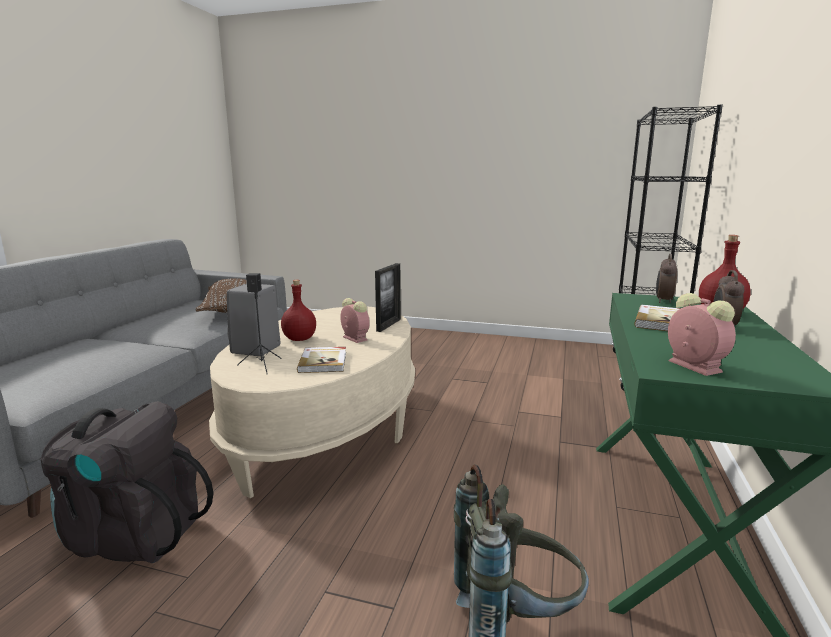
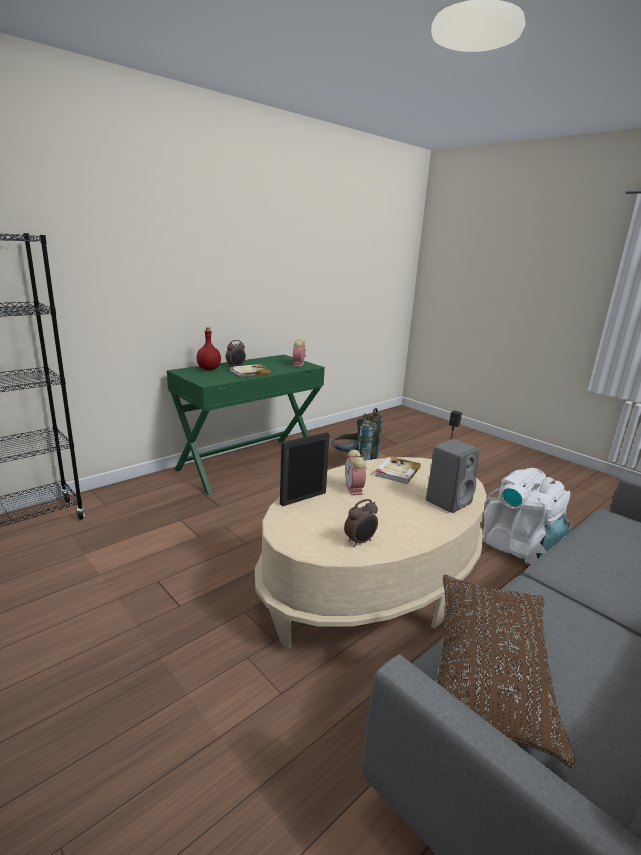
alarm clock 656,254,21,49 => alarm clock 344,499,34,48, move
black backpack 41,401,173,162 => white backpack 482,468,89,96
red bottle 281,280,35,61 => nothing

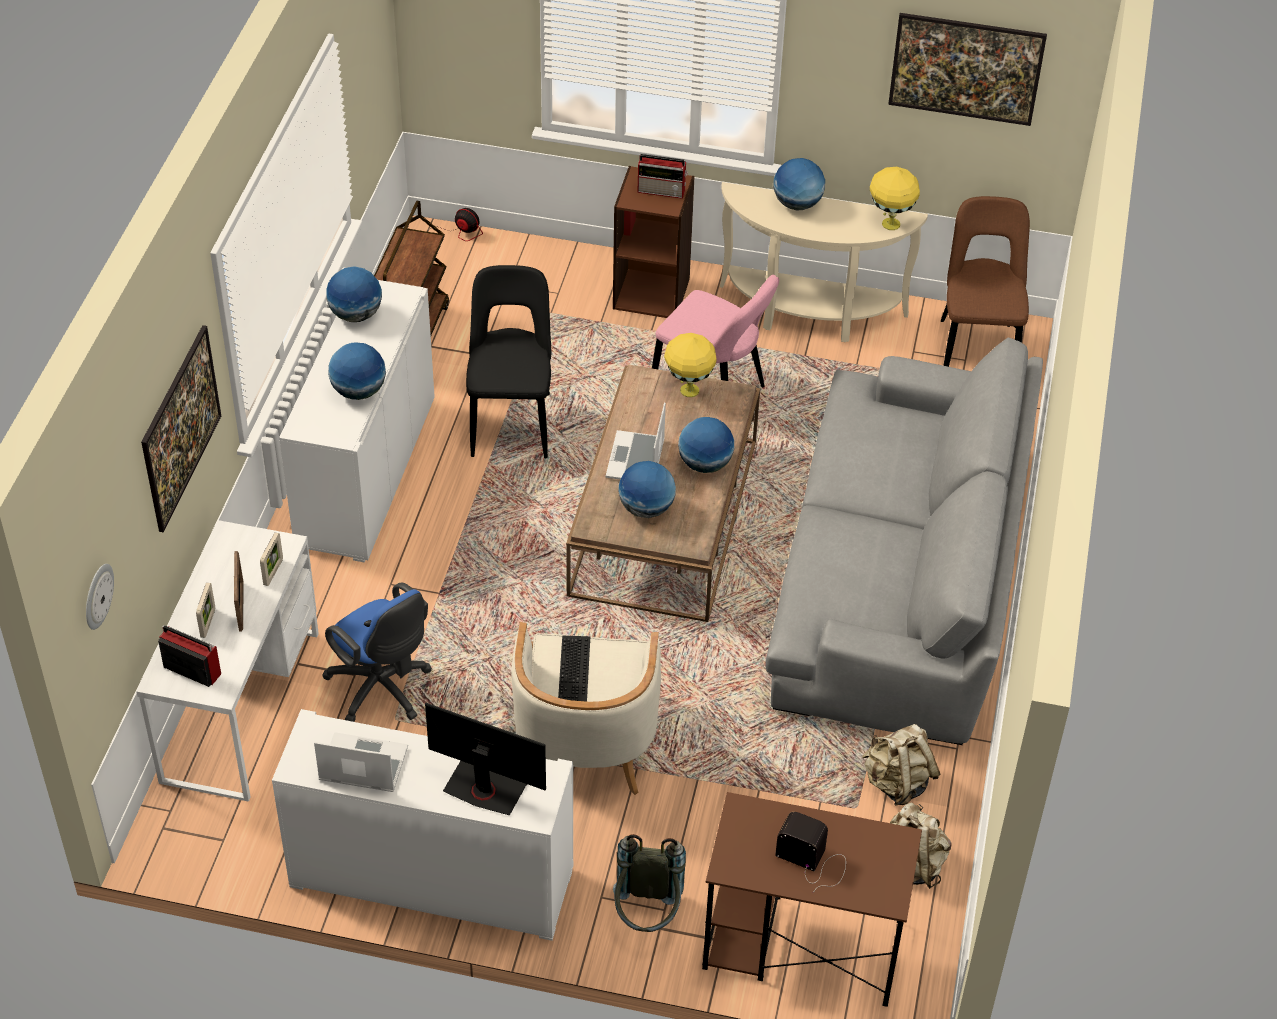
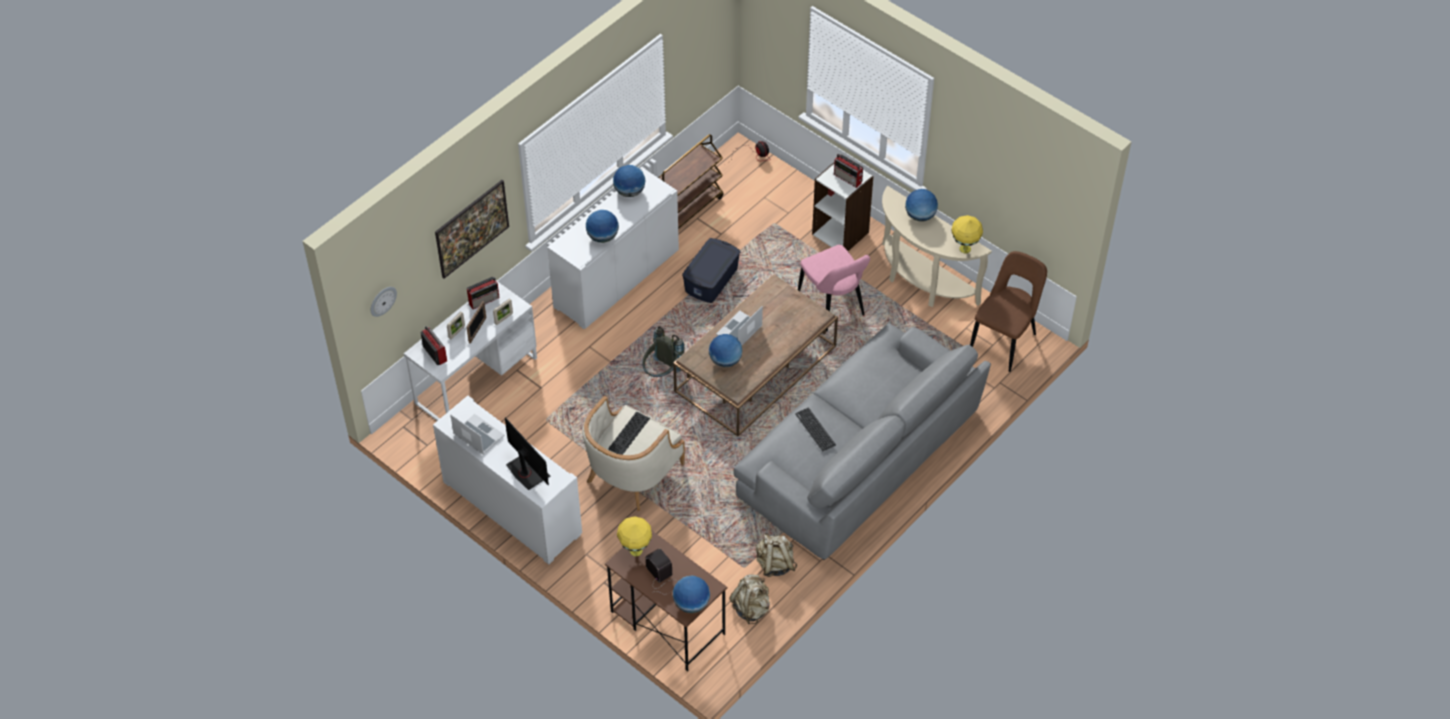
nothing => radio 467,277,33,32
yellow table lamp 664,333,52,64 => yellow table lamp 617,516,35,41, move
grey backpack 613,834,73,98 => grey backpack 642,326,42,51, move
globe 678,417,56,56 => globe 673,576,37,37, move
black chair 466,265,85,194 => blue storage box 682,238,58,65
nothing => keyboard 795,407,41,44
brown bookcase 613,166,82,152 => white bookcase 812,162,62,89
blue office chair 322,583,110,139 => nothing
picture 888,13,159,113 => nothing

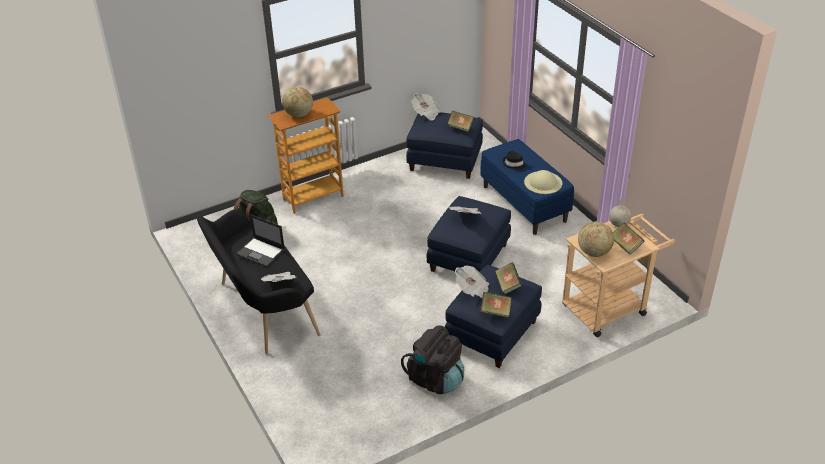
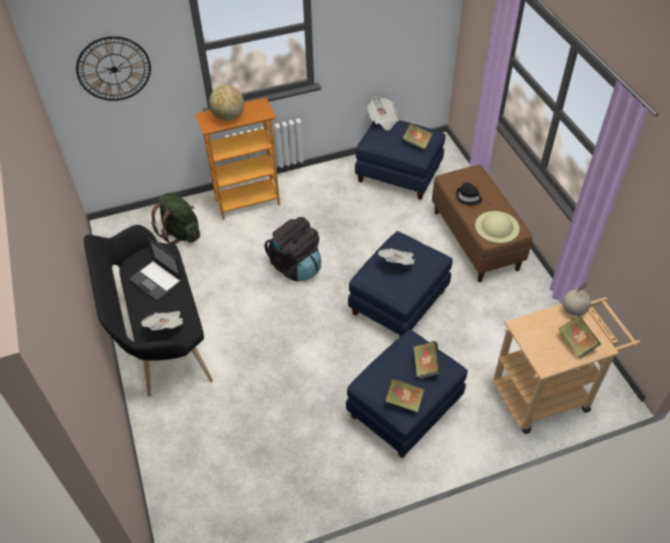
nothing => wall clock 76,36,75,65
black backpack 401,325,63,69 => black backpack 265,217,56,64, move
blue bench 480,139,94,96 => brown bench 432,165,100,117
newspaper 455,266,34,32 => nothing
globe 578,221,36,36 => nothing

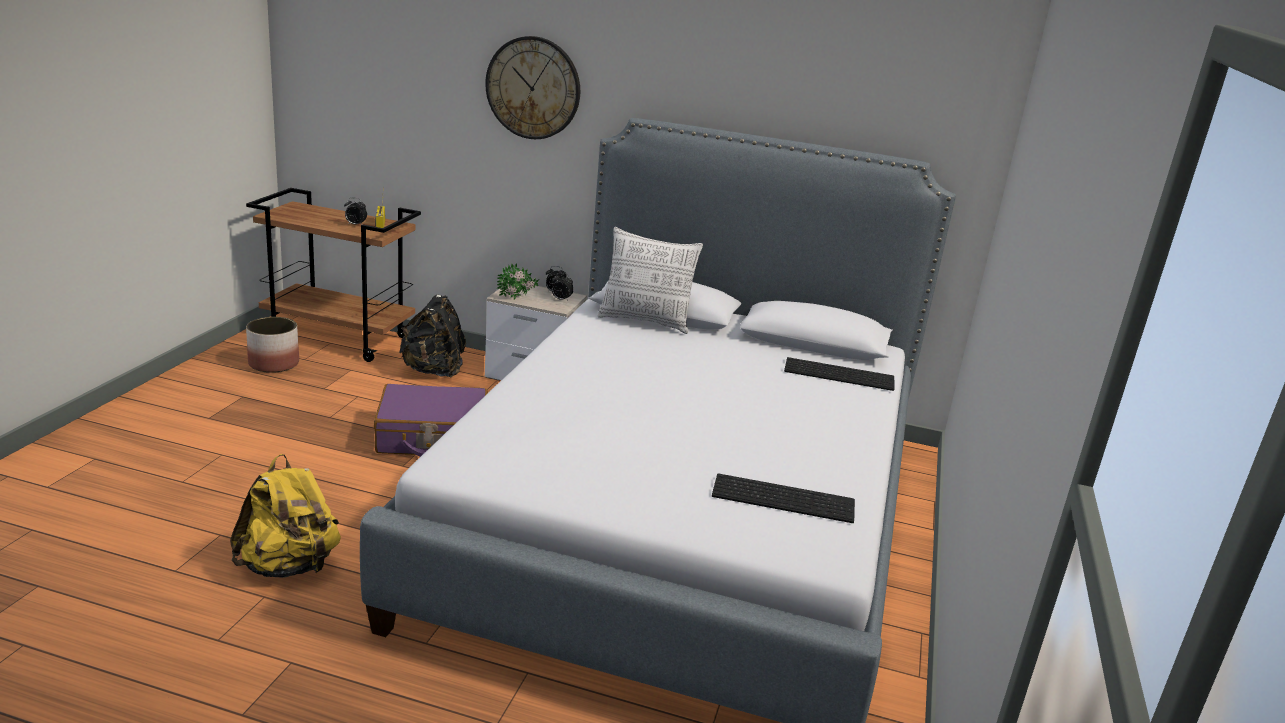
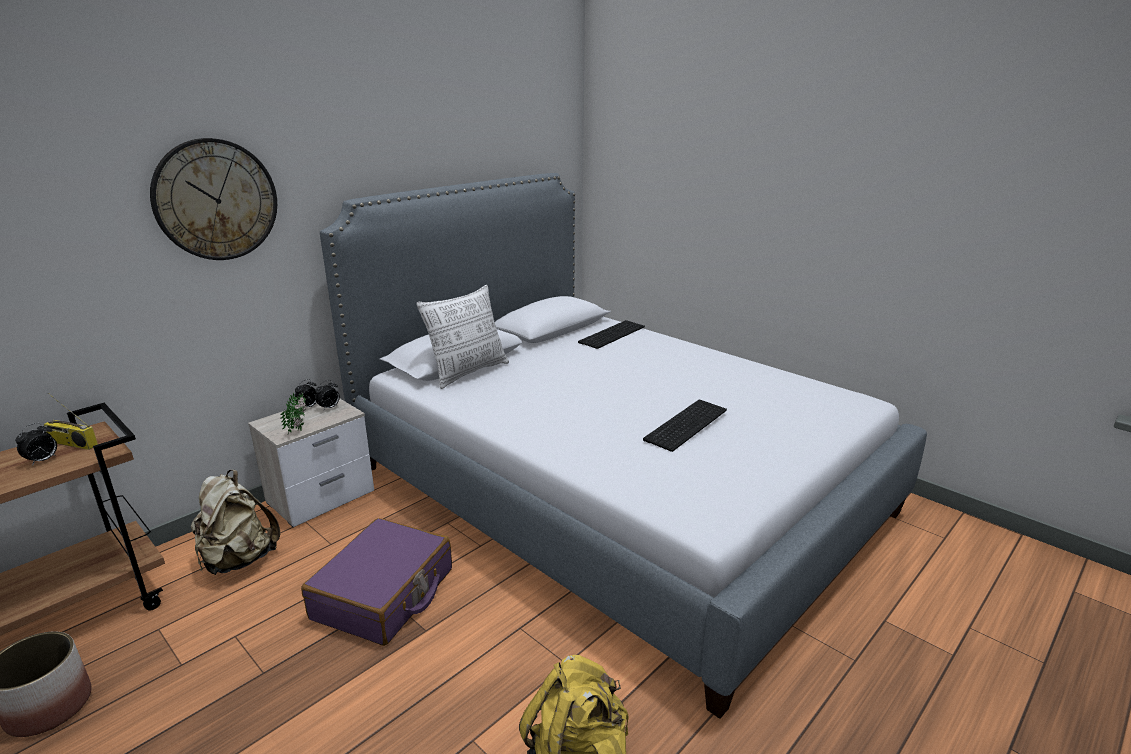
black backpack 399,295,67,83 => beige backpack 191,470,89,105
keyboard 712,474,143,49 => keyboard 643,400,84,52, move

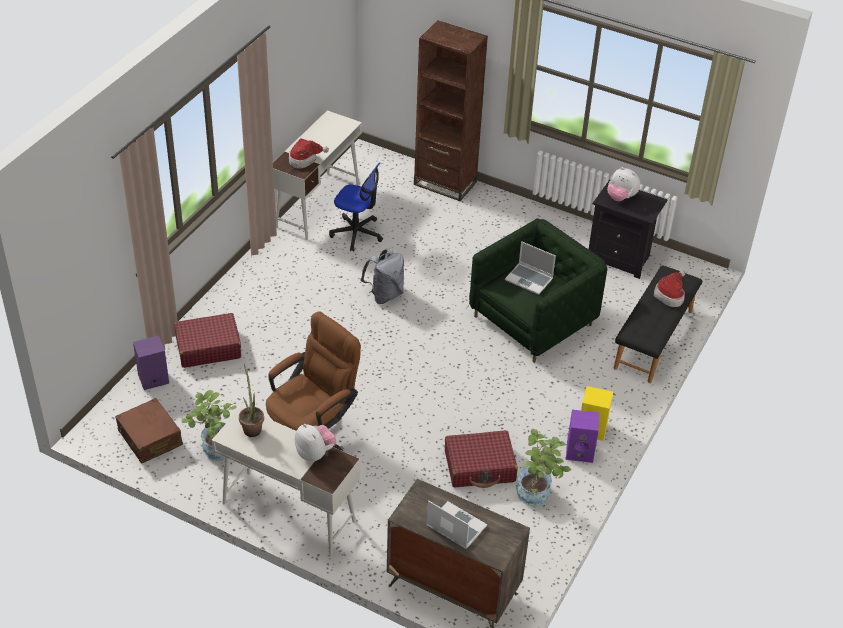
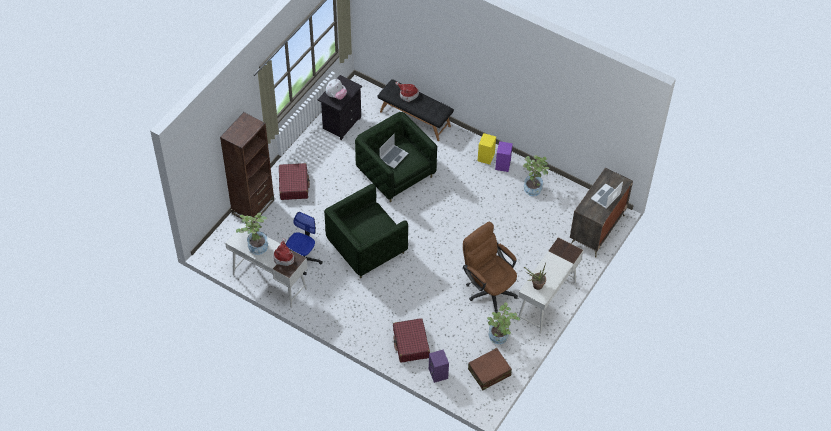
nothing => potted plant 236,212,32,43
red suitcase 445,430,73,58 => red suitcase 279,163,31,37, move
grey backpack 361,249,43,55 => green armchair 324,184,84,94
plush toy 295,424,41,37 => nothing

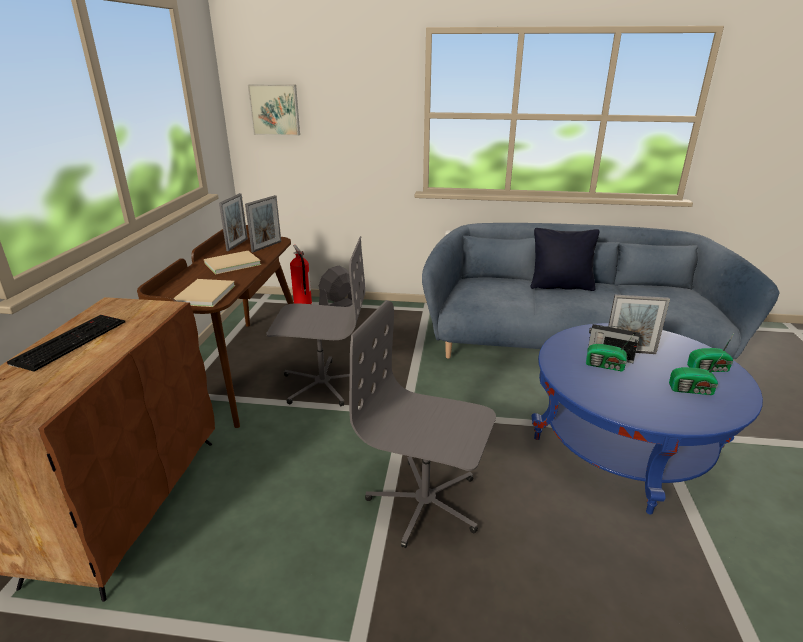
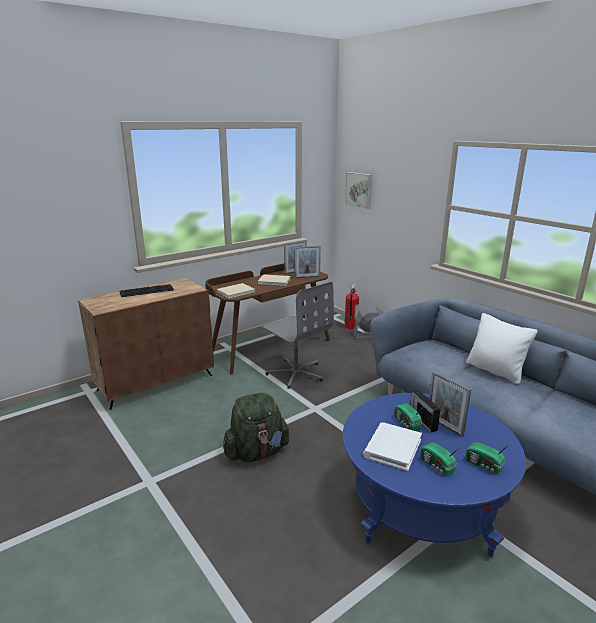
grey office chair 349,300,147,248 => green backpack 223,393,67,69
nothing => white book 363,422,59,49
black pillow 531,228,69,63 => white pillow 466,313,72,71

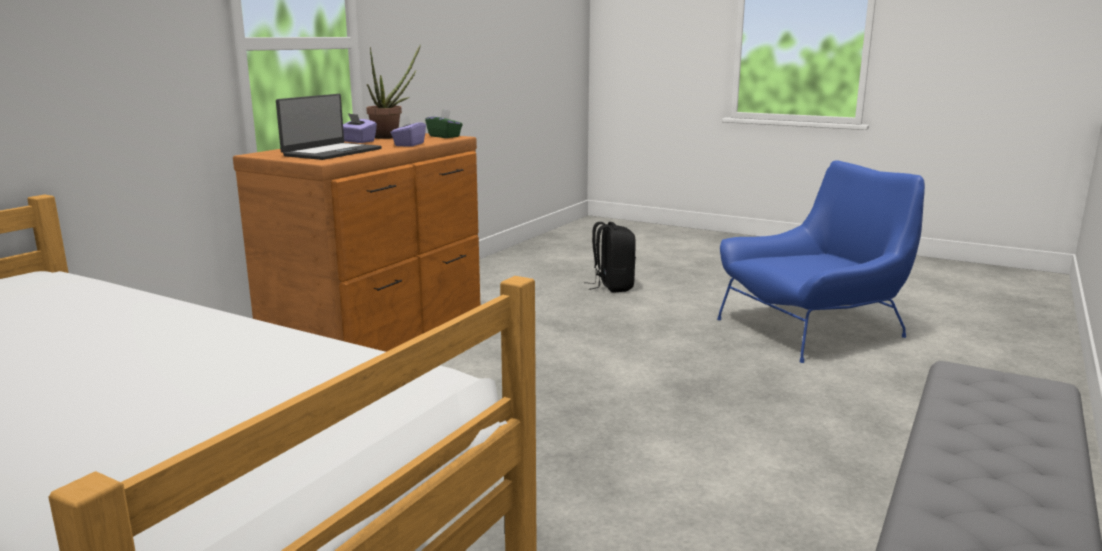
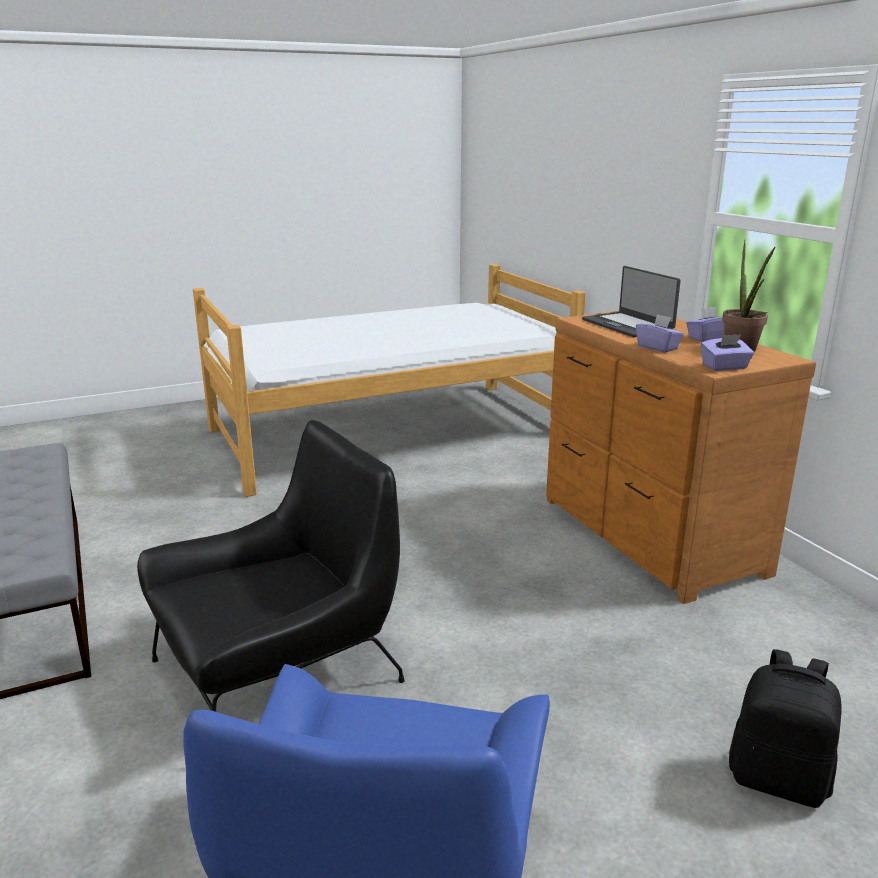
nothing => black armchair 137,420,267,292
green tissue box 425,109,38,29 => purple tissue box 701,334,53,37

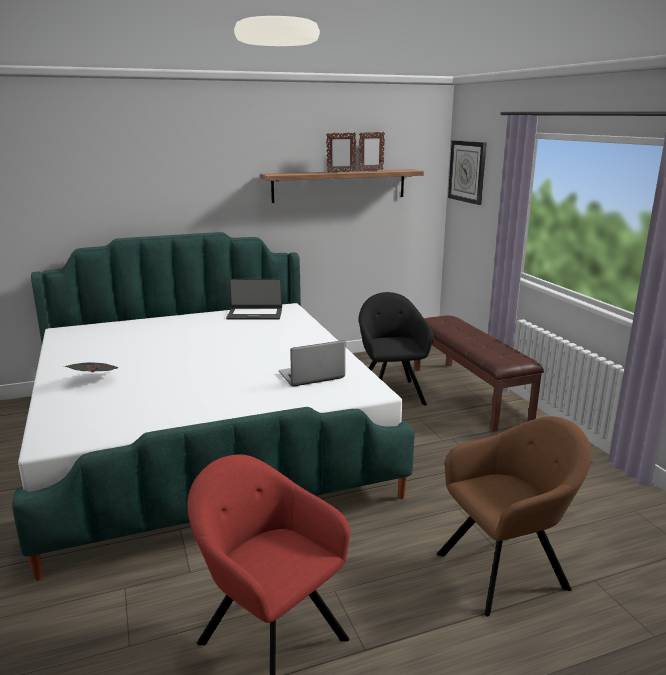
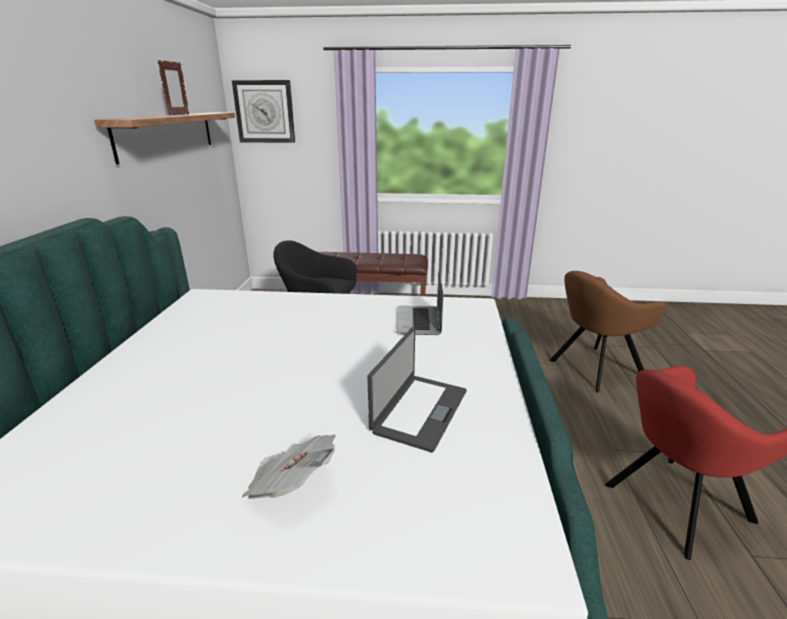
laptop 226,279,56,41 => laptop 367,327,100,126, move
brown armchair 437,416,154,200 => brown armchair 549,271,117,122, 120 degrees counterclockwise
picture frame 359,131,26,40 => nothing

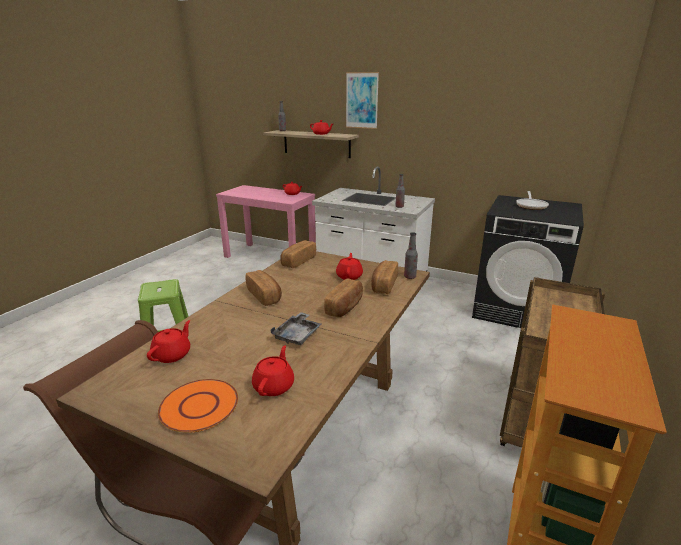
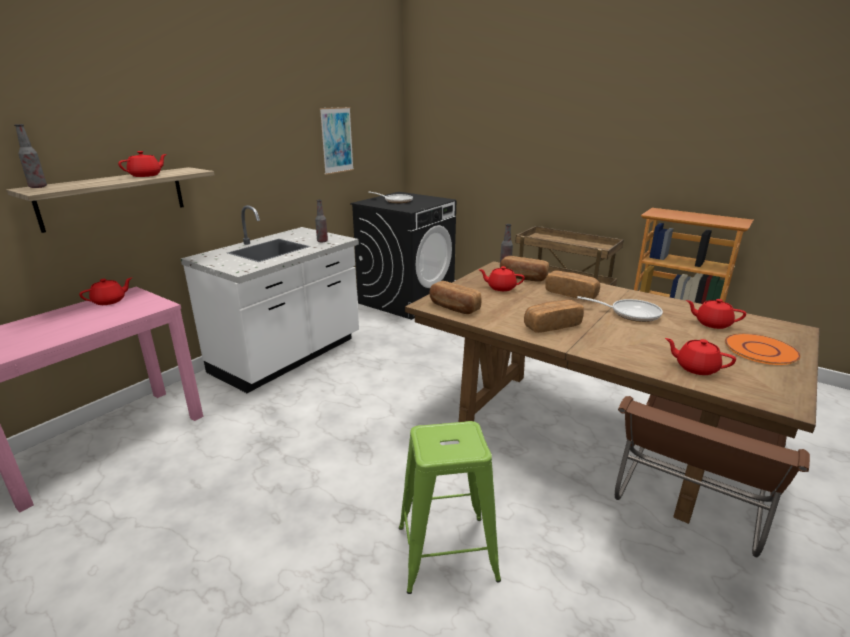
picture 346,72,33,57 => picture 320,107,34,68, move
grey tray 271,312,50,33 => frying pan 577,296,86,26

